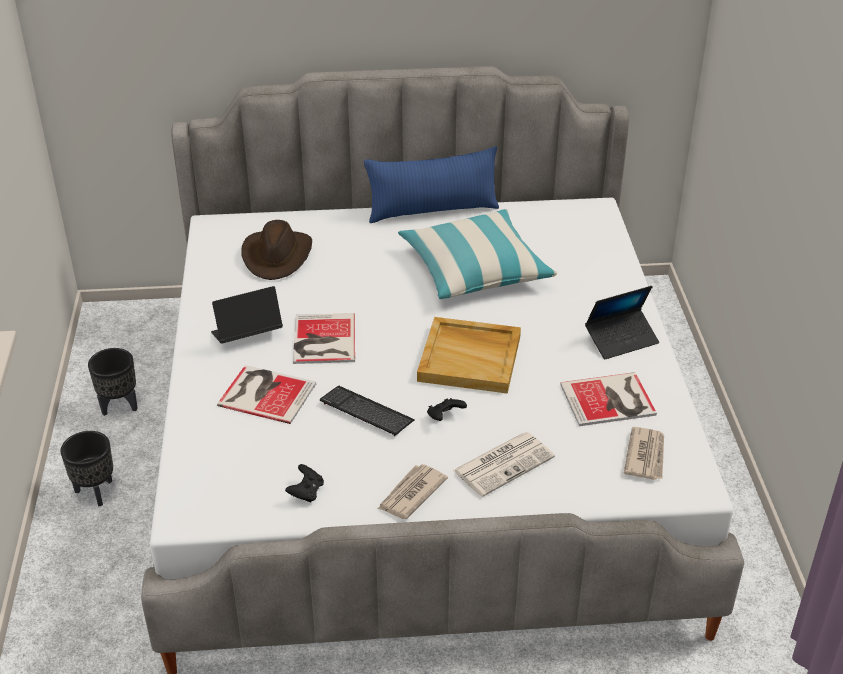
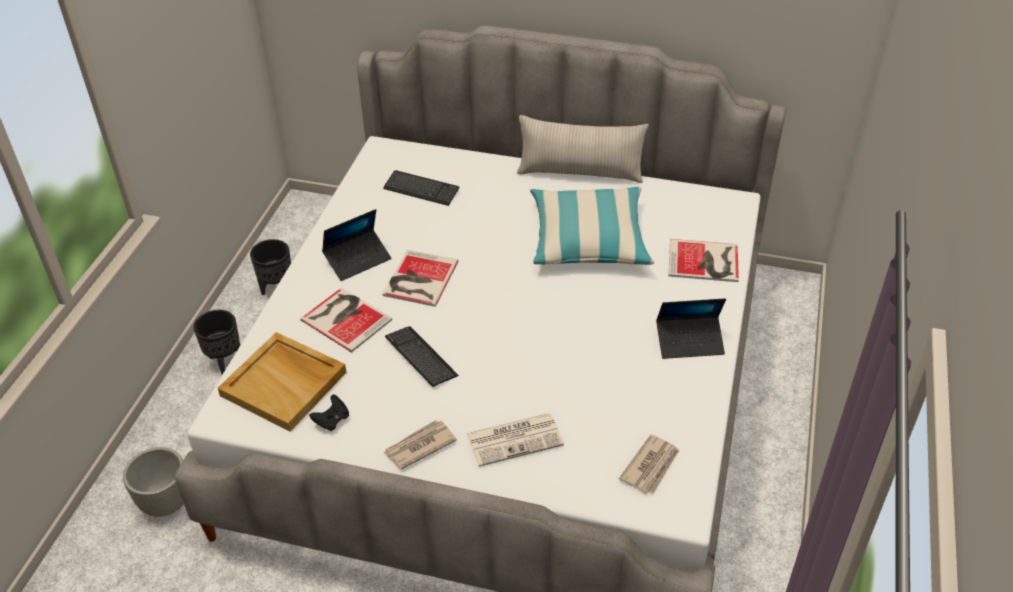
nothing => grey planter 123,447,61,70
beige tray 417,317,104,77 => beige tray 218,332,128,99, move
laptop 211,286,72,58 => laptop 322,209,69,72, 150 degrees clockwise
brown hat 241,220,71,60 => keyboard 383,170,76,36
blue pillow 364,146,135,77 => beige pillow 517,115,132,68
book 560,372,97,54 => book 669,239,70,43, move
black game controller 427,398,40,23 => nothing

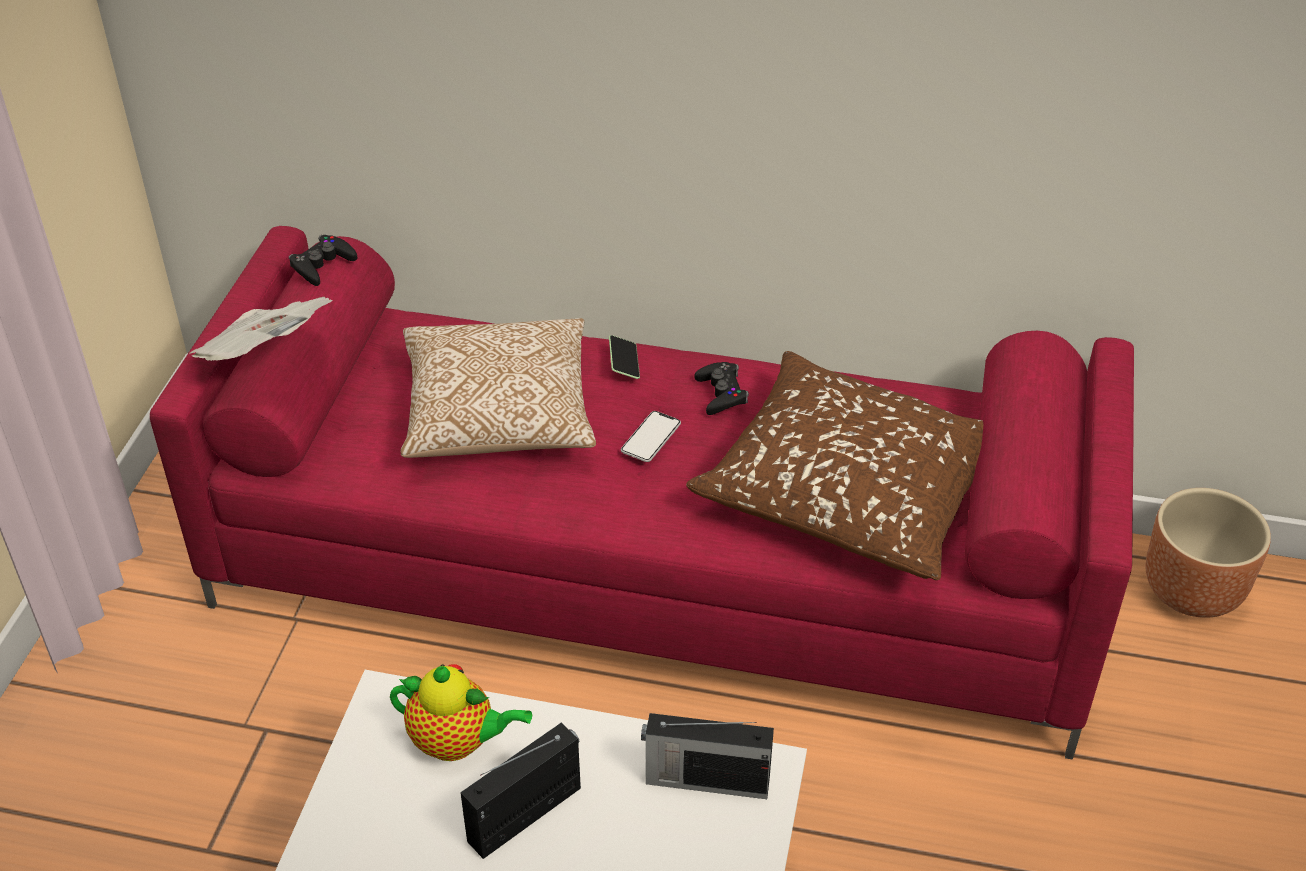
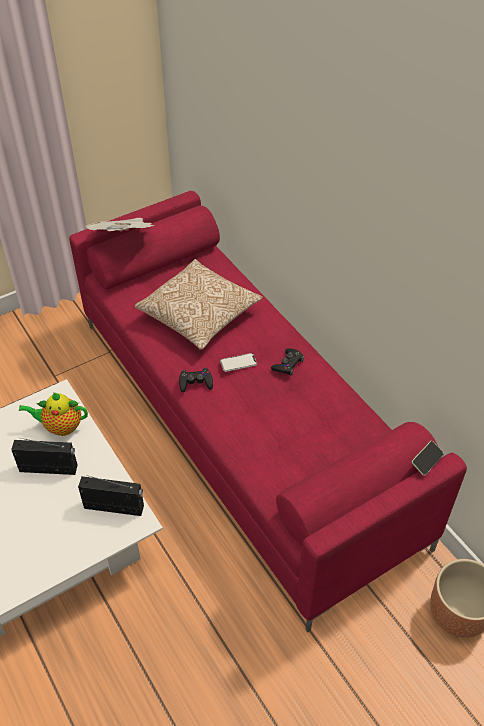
teapot 390,664,142,97 => teapot 19,392,69,44, 120 degrees clockwise
radio 641,713,133,86 => radio 78,475,66,41, 135 degrees clockwise
black game controller 289,235,68,51 => black game controller 179,368,34,24, move
phone 609,335,31,44 => phone 412,441,32,35, move
brown pillow 686,351,297,229 => nothing

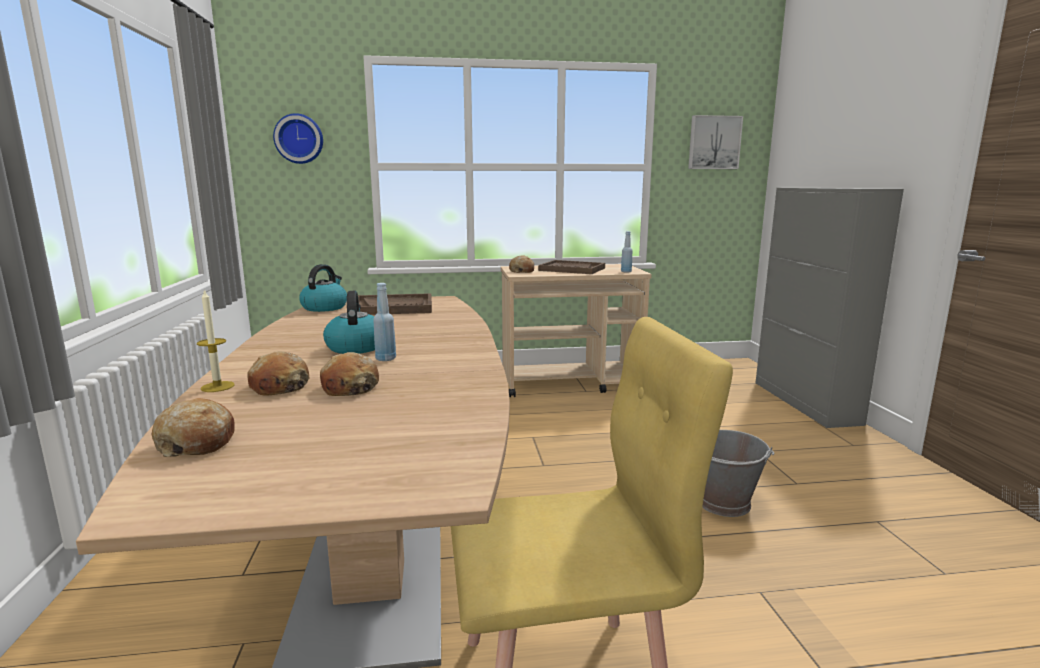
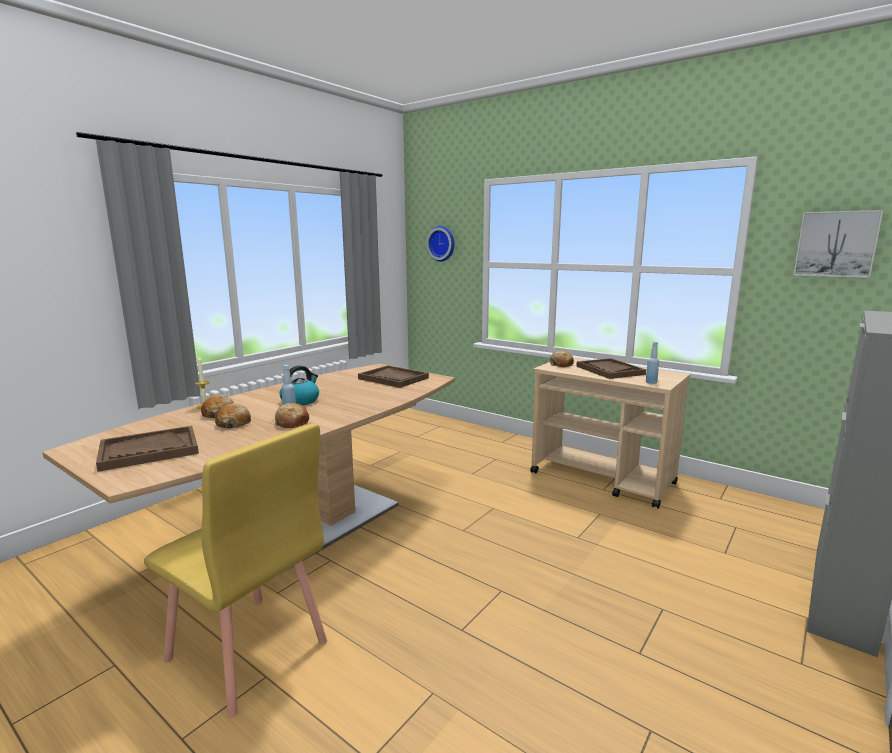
nothing => brown tray 96,426,103,46
bread 152,398,82,59 => bread 275,403,34,25, move
kettle 299,264,48,48 => nothing
grey bucket 702,430,73,87 => nothing

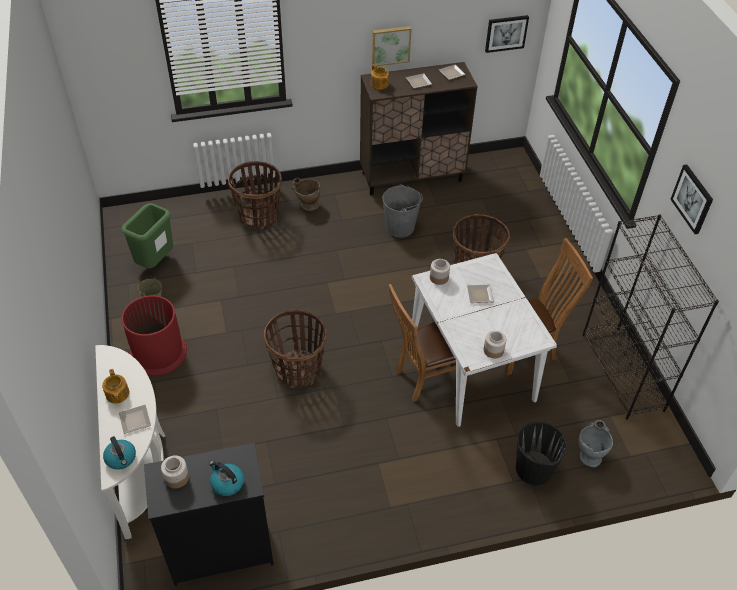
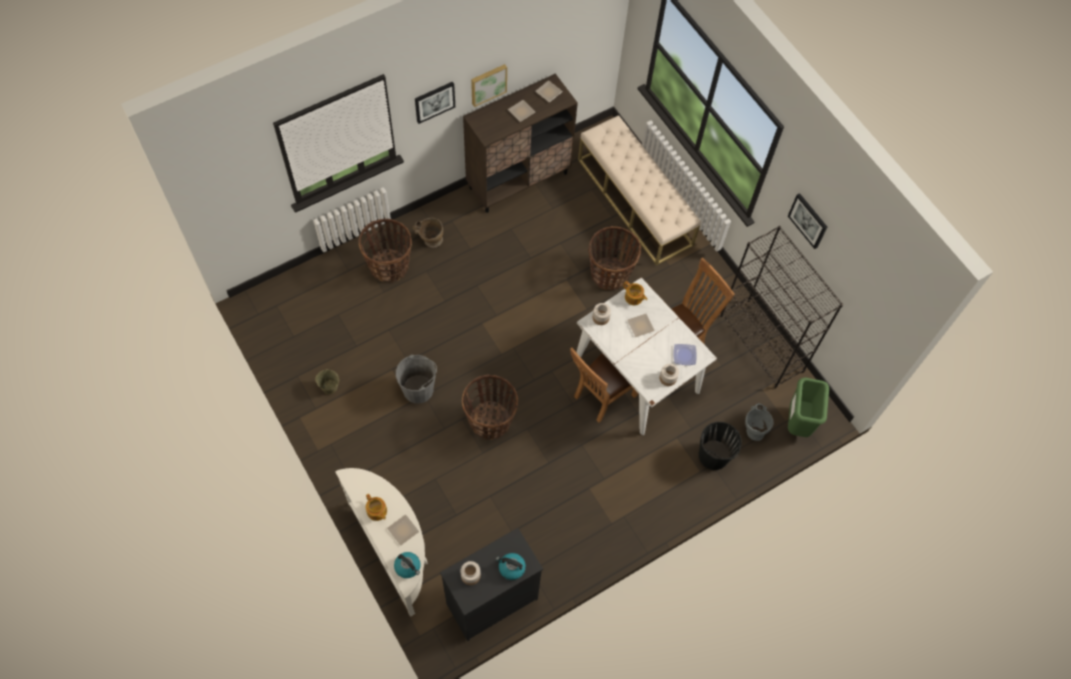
grey bucket 382,184,41,53 => grey bucket 396,355,41,49, move
picture 485,15,44,38 => picture 415,82,40,42, move
nothing => beige bench 578,115,123,151
teapot 371,64,18,26 => teapot 624,281,23,24, move
nothing => plate 673,344,24,21
green trash can 121,203,52,65 => green trash can 788,378,41,59, move
red trash can 121,295,66,81 => nothing

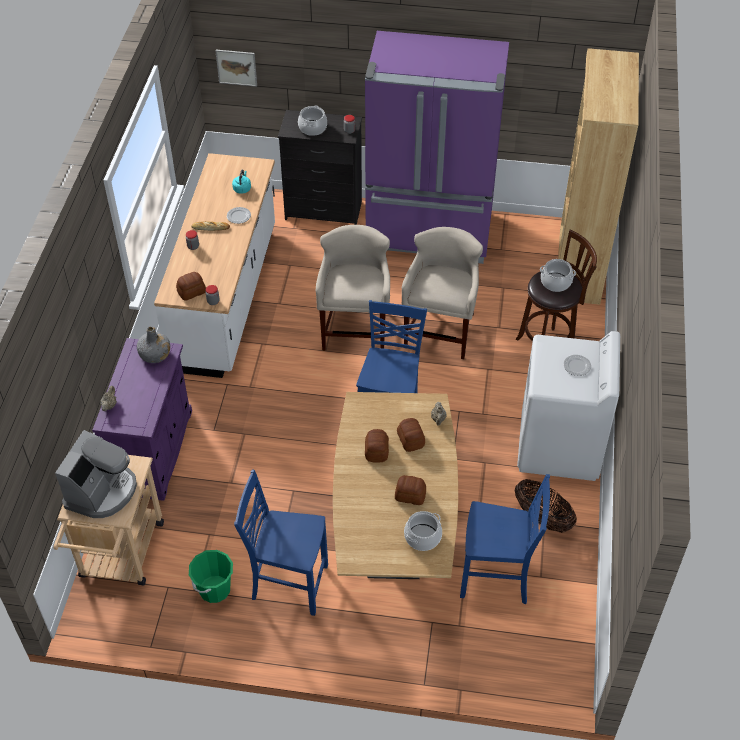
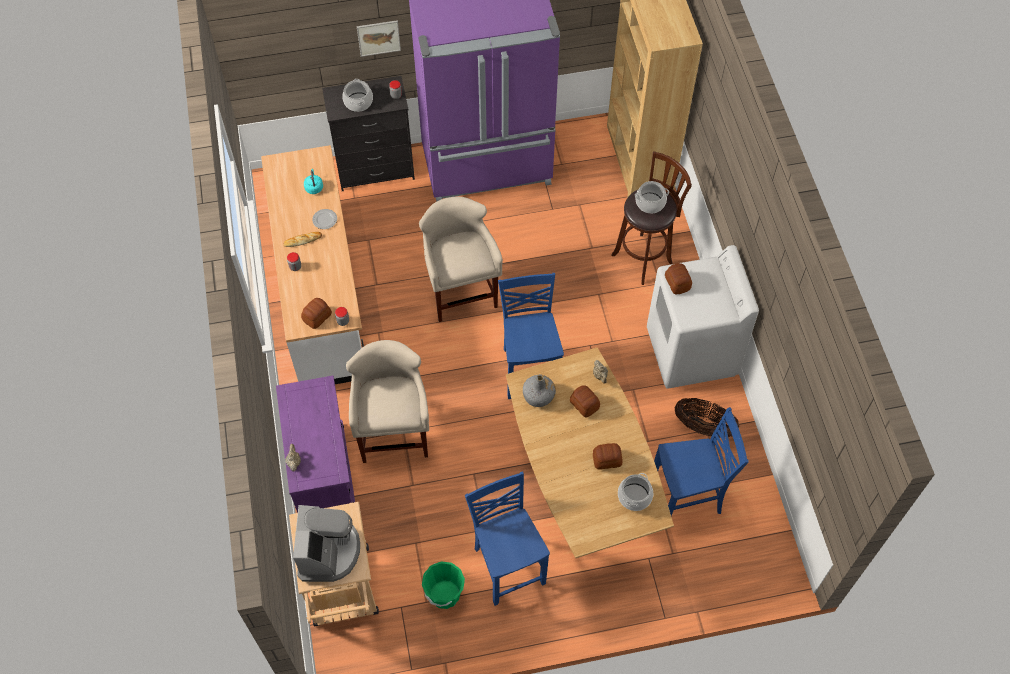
beige stool 402,227,81,133 => beige stool 346,340,83,123, move
picture 215,50,42,37 => picture 356,20,45,37, move
blue chair 234,469,94,147 => blue chair 465,472,85,134, 75 degrees clockwise
grey bottle 137,326,33,37 => grey bottle 523,374,33,33, move
bread 365,429,24,34 => bread 665,263,27,31, move
plate 564,355,27,21 => nothing

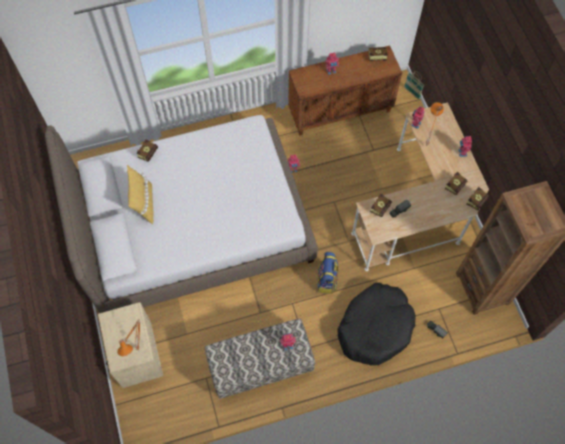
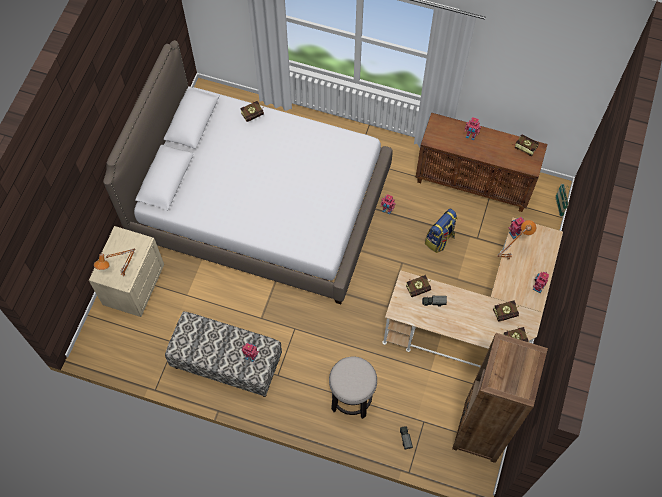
black dog bed 338,283,78,83 => stool 329,357,48,62
backpack 317,252,21,42 => backpack 425,209,33,44, move
yellow pillow 127,165,26,60 => nothing

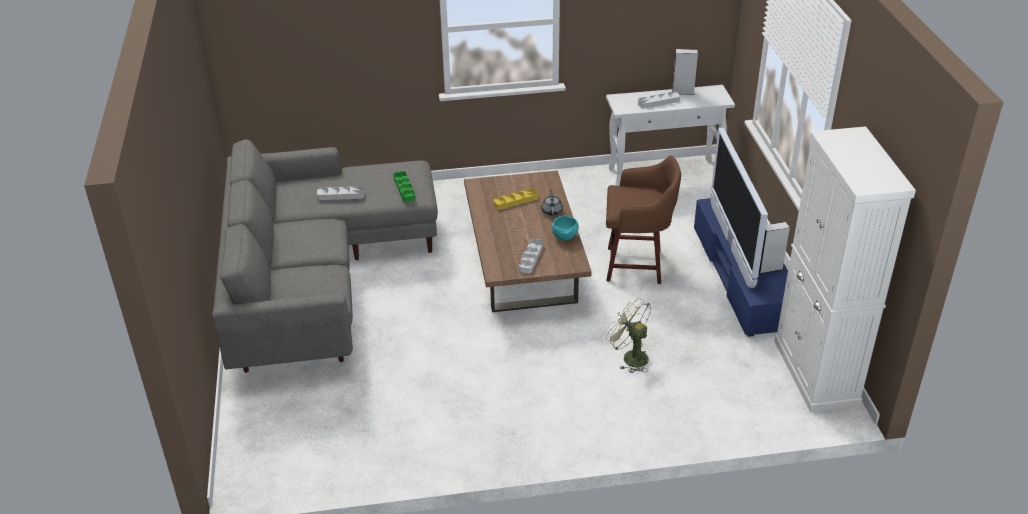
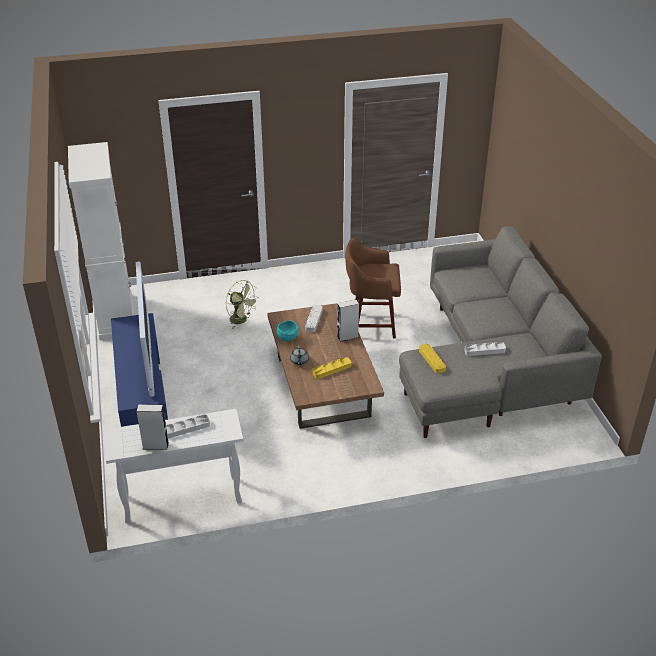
grey speaker 759,222,31,52 => grey speaker 337,300,22,42, move
brown stool 606,156,75,128 => brown stool 345,238,56,100, move
green tray 394,171,21,31 => yellow tray 419,344,27,30

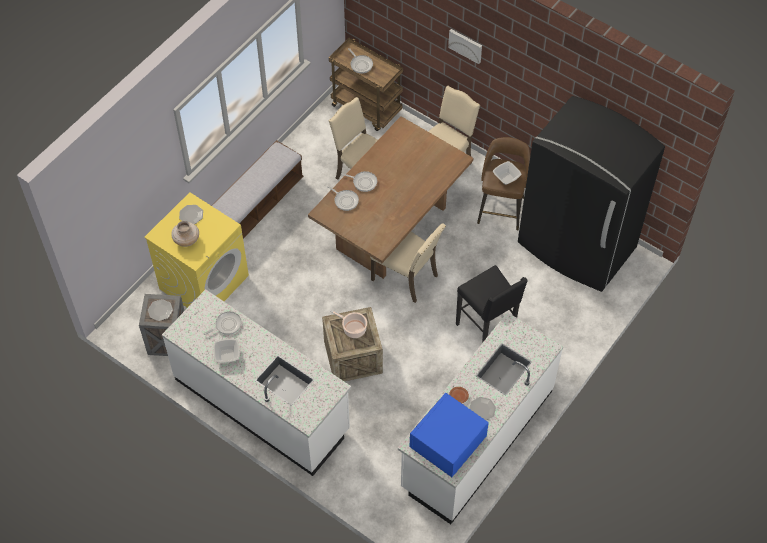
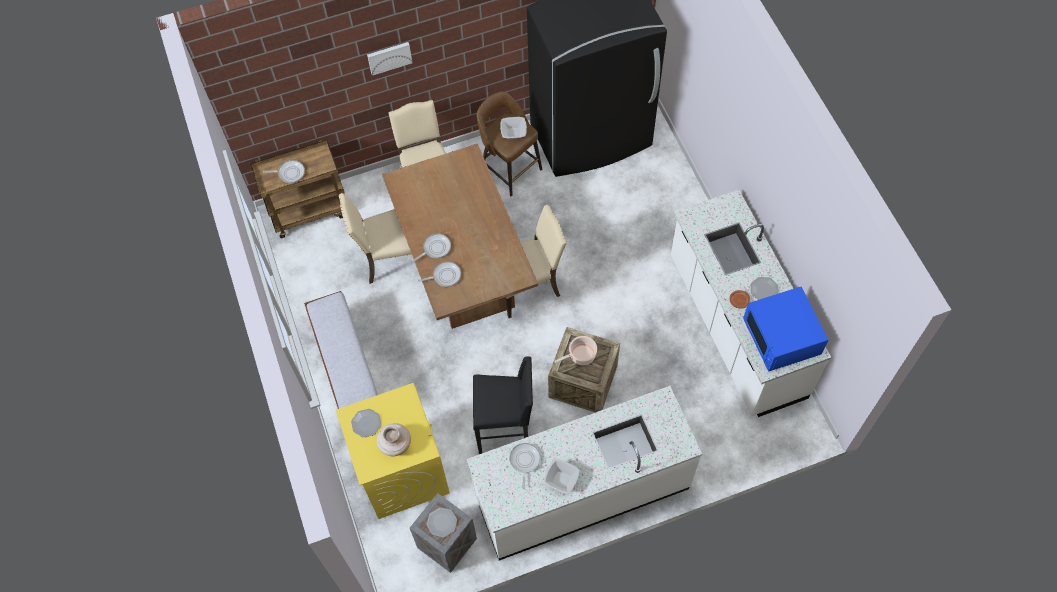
black stool 456,265,72,78 => black stool 473,356,60,98, move

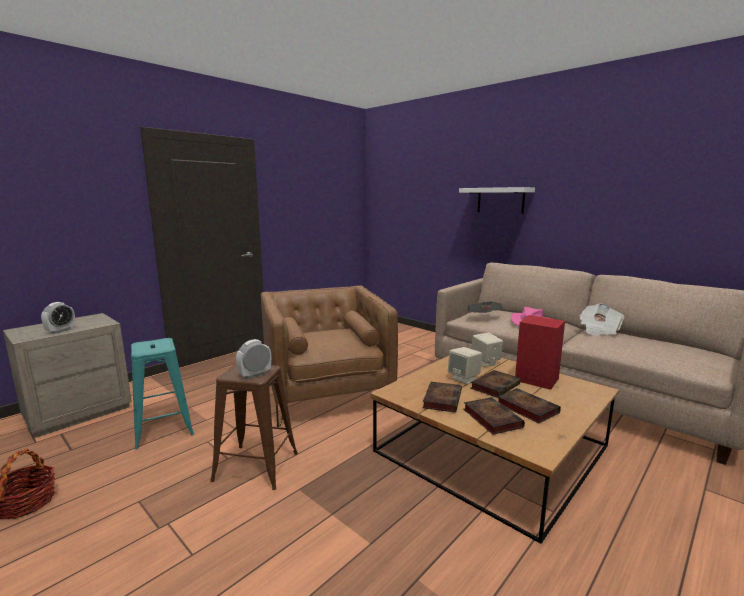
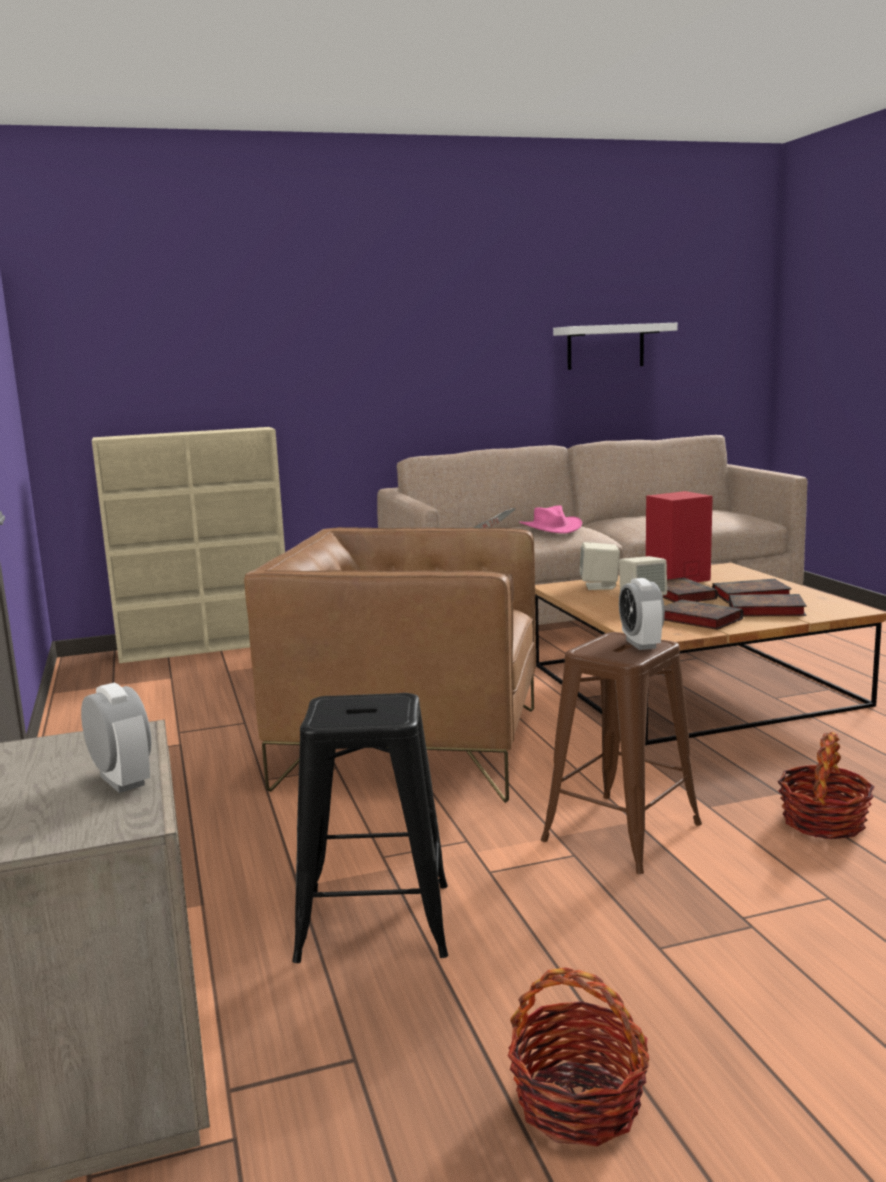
nothing => beige bookcase 92,427,193,236
turquoise stool 131,338,63,112 => black stool 292,693,156,270
white shelf 459,187,76,26 => white shelf 553,323,125,47, move
nothing => basket 778,732,96,107
newspaper 579,303,46,32 => nothing

